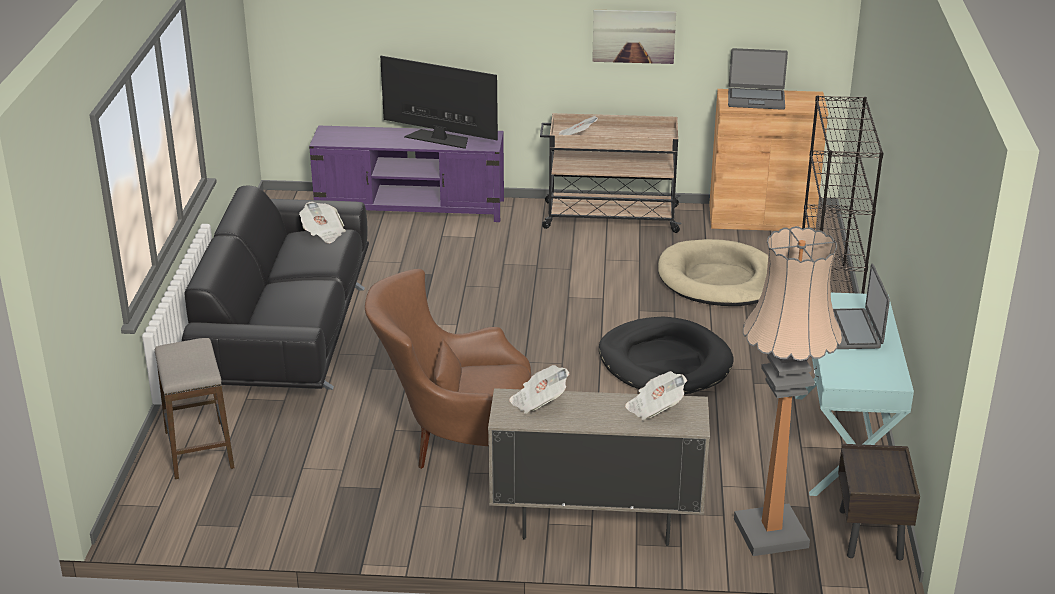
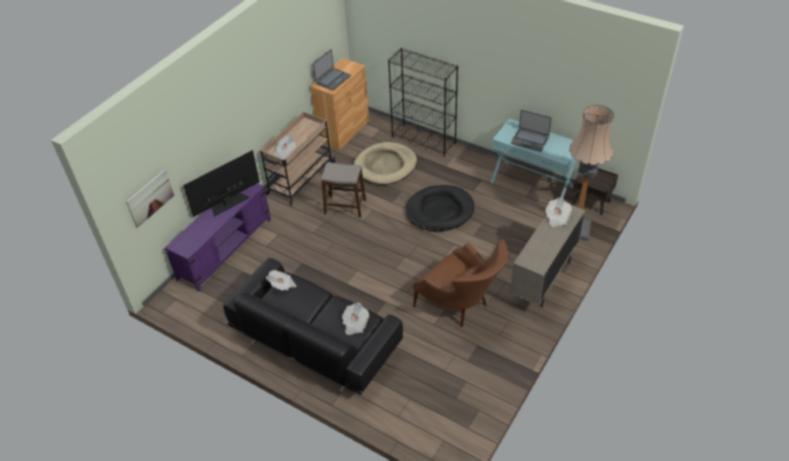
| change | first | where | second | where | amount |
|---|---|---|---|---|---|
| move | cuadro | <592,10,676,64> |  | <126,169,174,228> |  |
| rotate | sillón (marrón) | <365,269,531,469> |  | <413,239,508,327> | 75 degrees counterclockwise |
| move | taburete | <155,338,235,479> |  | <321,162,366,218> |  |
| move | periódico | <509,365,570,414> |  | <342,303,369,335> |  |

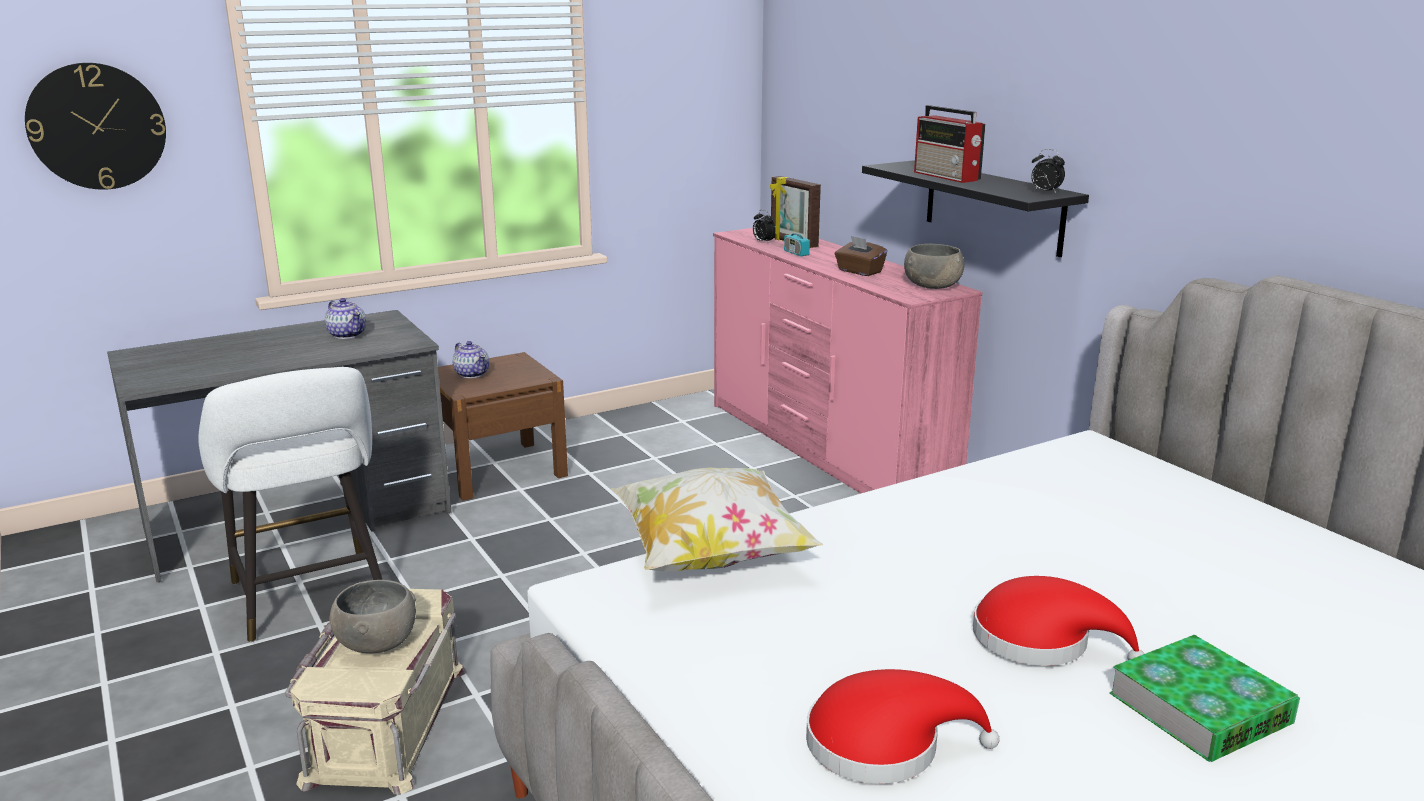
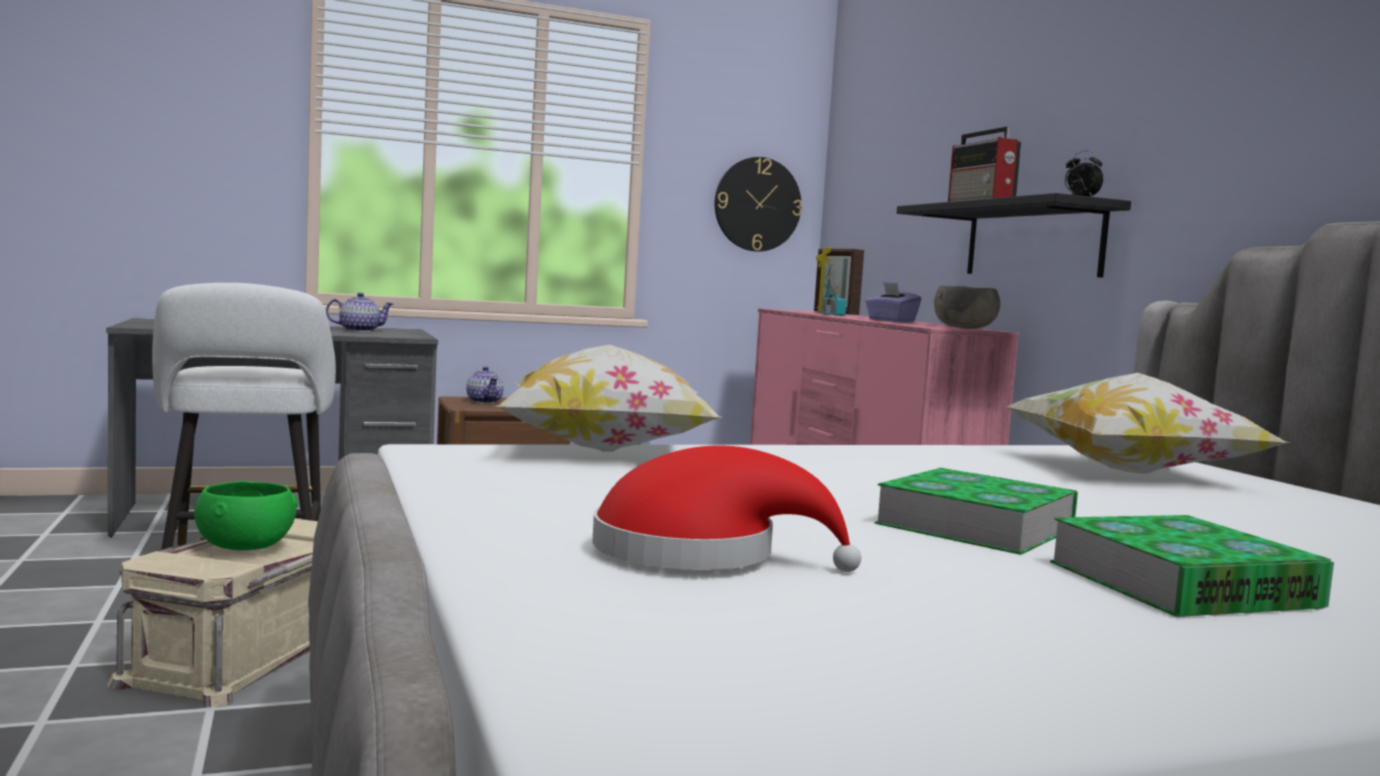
| change | first | where | second | where | amount |
|---|---|---|---|---|---|
| move | reloj de pared | <25,63,166,190> |  | <714,157,802,252> |  |
| delete | despertador | <753,210,776,243> |  |  |  |
| recolor | caja de pañuelos (marrón) | <835,236,887,276> | caja de pañuelos (morado) | <865,282,921,322> |  |
| rotate | tetera | <325,298,366,339> |  | <326,293,393,332> | 75 degrees counterclockwise |
| replace | sombrero (rojo) | <973,576,1145,666> | libro | <875,468,1078,555> |  |
| recolor | cuenco (gris) | <329,580,416,653> | cuenco (verde) | <194,481,298,551> |  |
| insert |  |  | cojín | <1005,373,1290,474> |  |

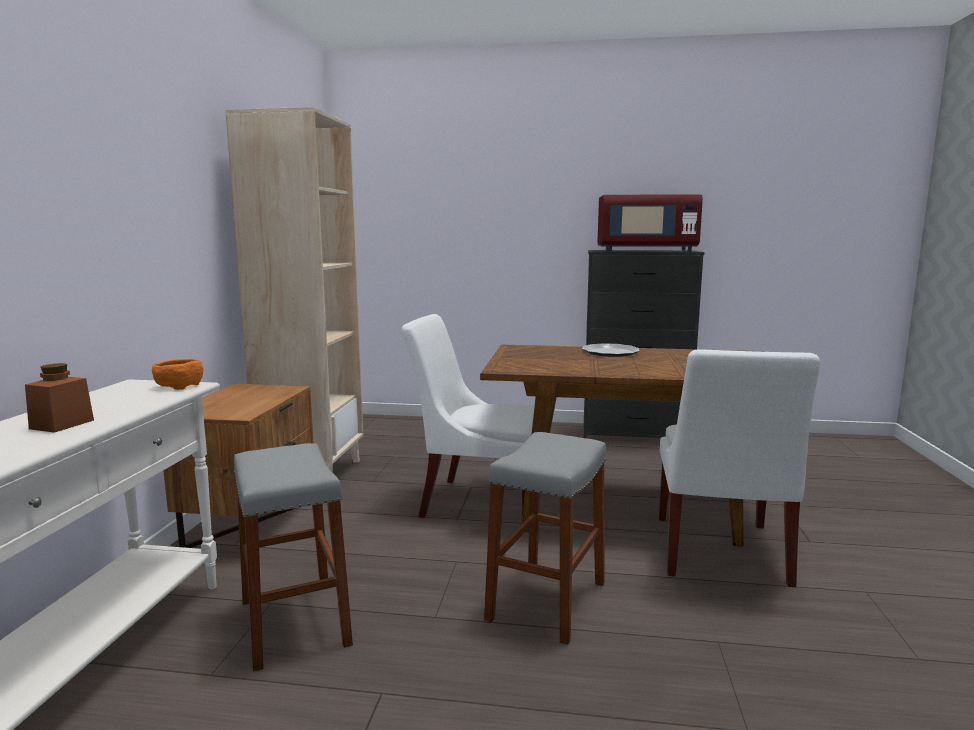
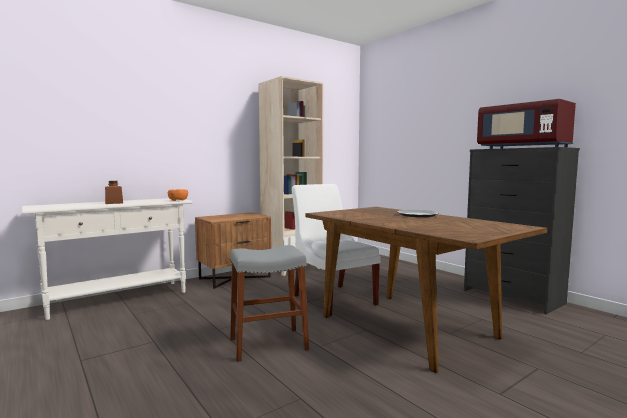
| change | first | where | second | where | amount |
|---|---|---|---|---|---|
| delete | silla (blanco) | <658,349,820,587> |  |  |  |
| delete | taburete (gris) | <233,443,353,672> |  |  |  |

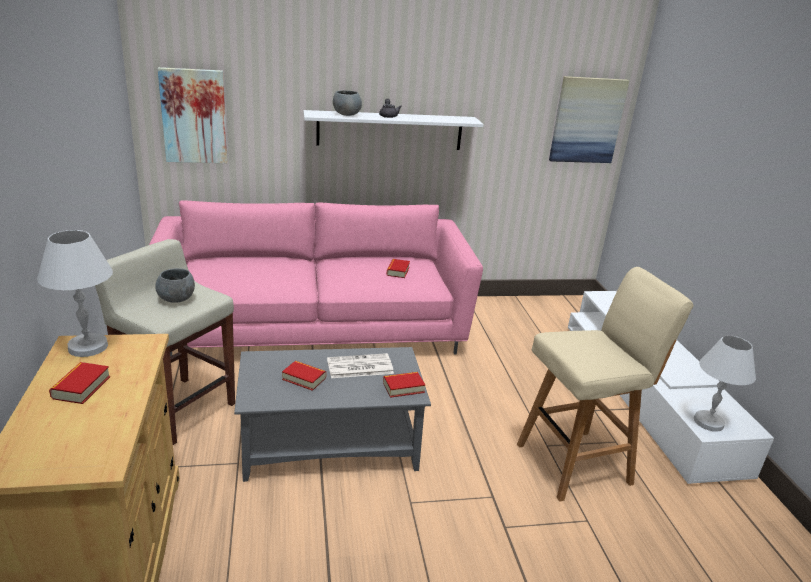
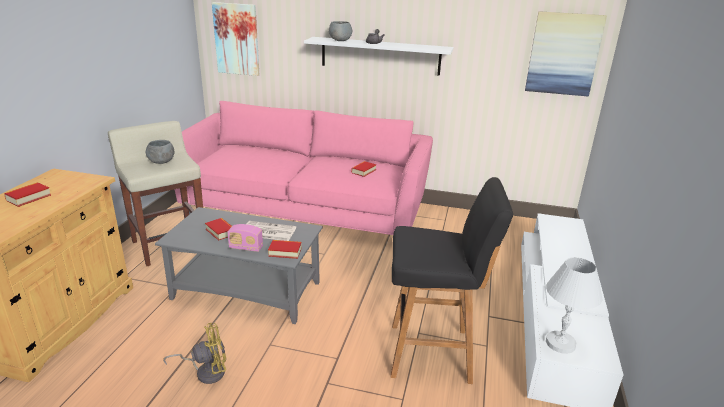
| change | first | where | second | where | amount |
|---|---|---|---|---|---|
| delete | lámpara de mesa (blanco) | <37,230,113,357> |  |  |  |
| recolor | taburete (beis) | <517,267,694,502> | taburete (negro) | <391,177,513,384> |  |
| insert |  |  | radio | <228,224,263,252> |  |
| insert |  |  | ventilador (amarillo) | <163,323,226,384> |  |

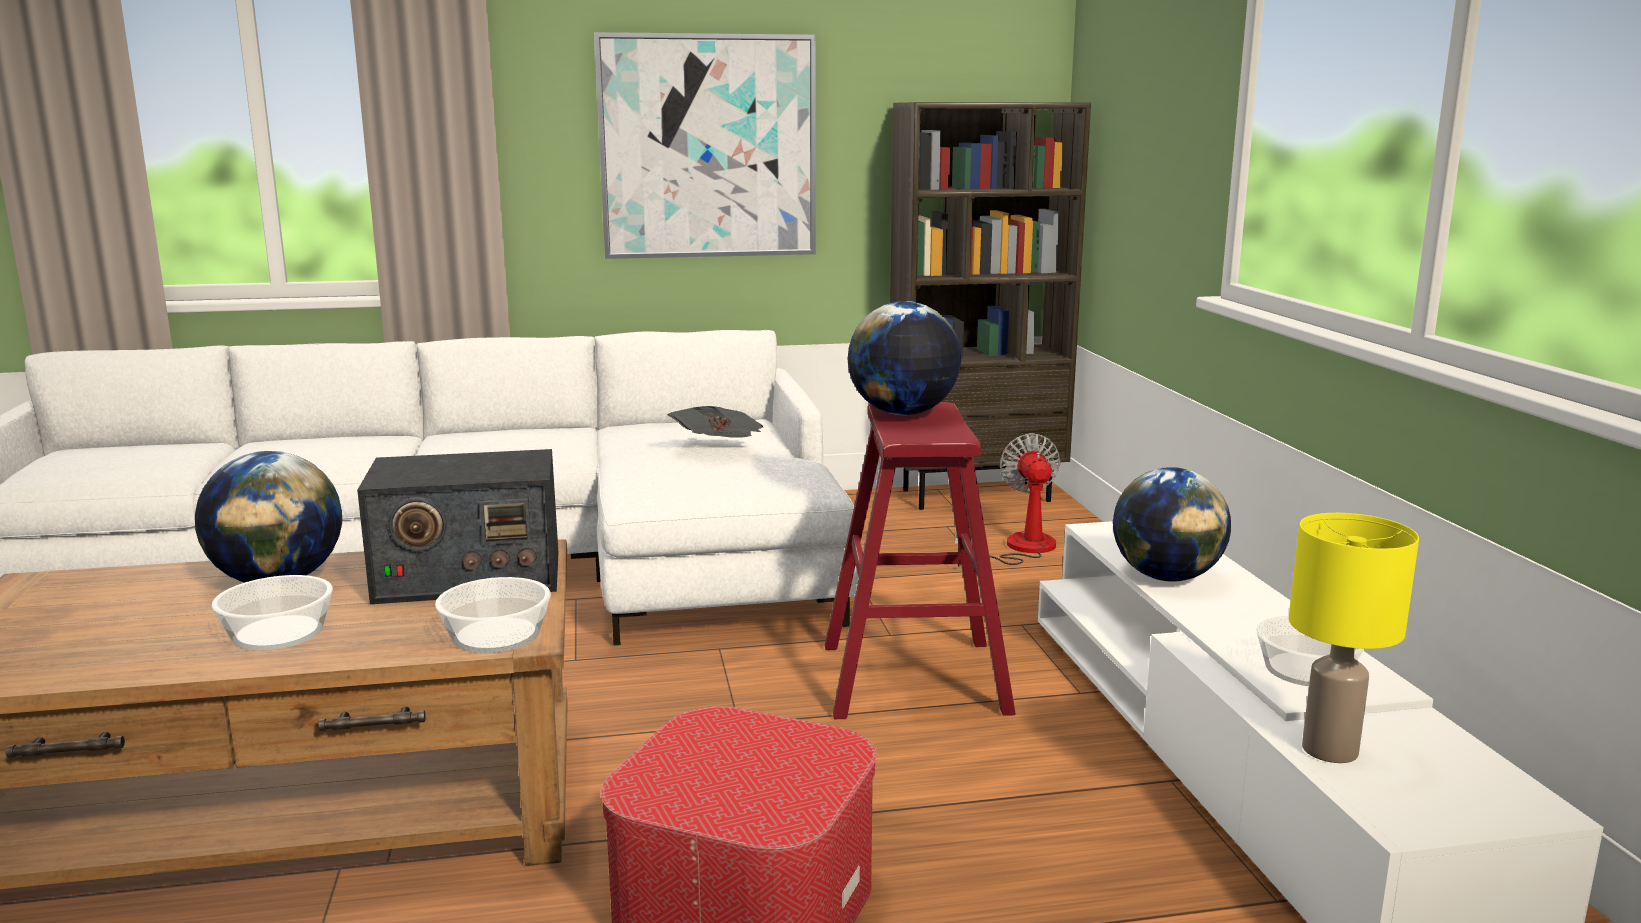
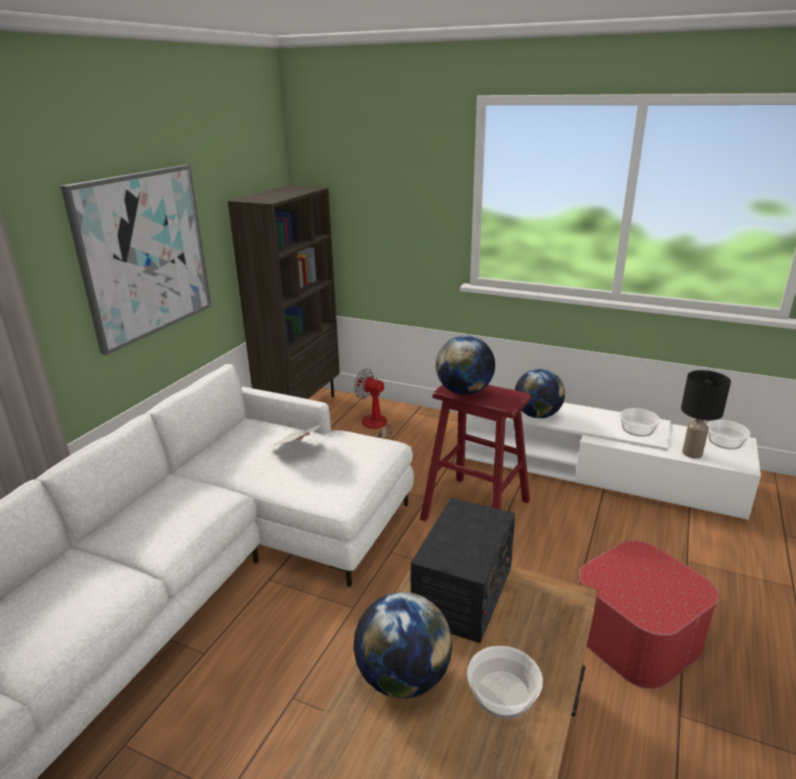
| change | first | where | second | where | amount |
|---|---|---|---|---|---|
| recolor | lámpara de mesa (amarillo) | <1289,513,1419,763> | lámpara de mesa (negro) | <681,370,731,458> |  |
| move | cuenco | <435,577,551,653> |  | <707,420,750,450> |  |

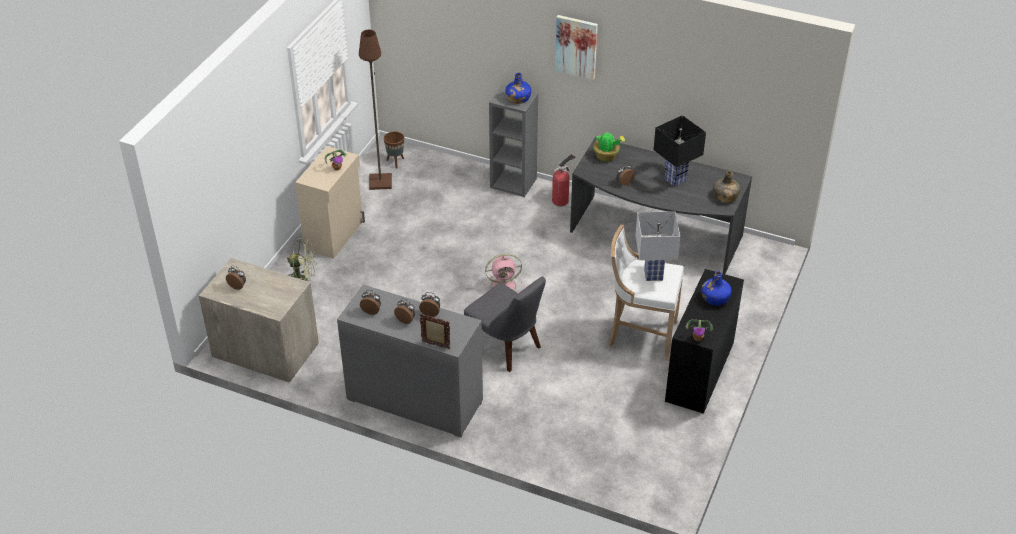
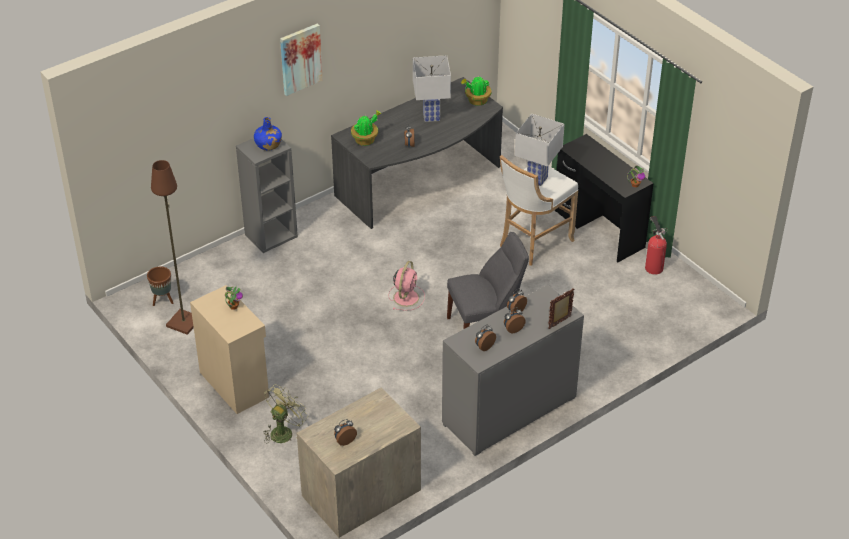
| change | first | where | second | where | amount |
|---|---|---|---|---|---|
| recolor | lámpara de mesa (negro) | <654,115,706,187> | lámpara de mesa (blanco) | <413,56,451,122> |  |
| move | extintor | <552,154,575,206> |  | <645,216,668,275> |  |
| replace | botella (verde) | <713,171,740,203> | planta en maceta | <461,76,492,106> |  |
| delete | botella (azul) | <701,271,731,306> |  |  |  |

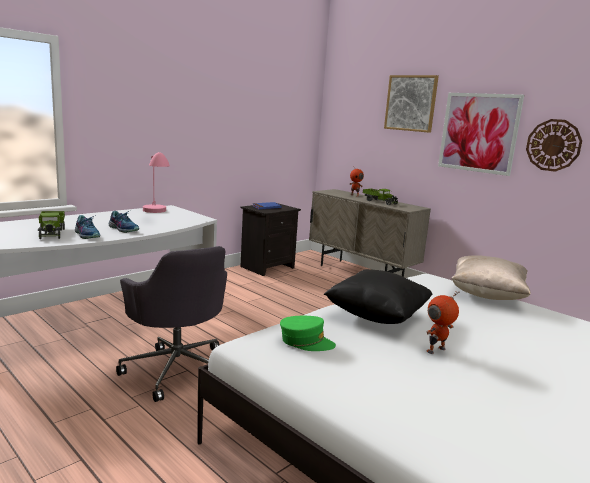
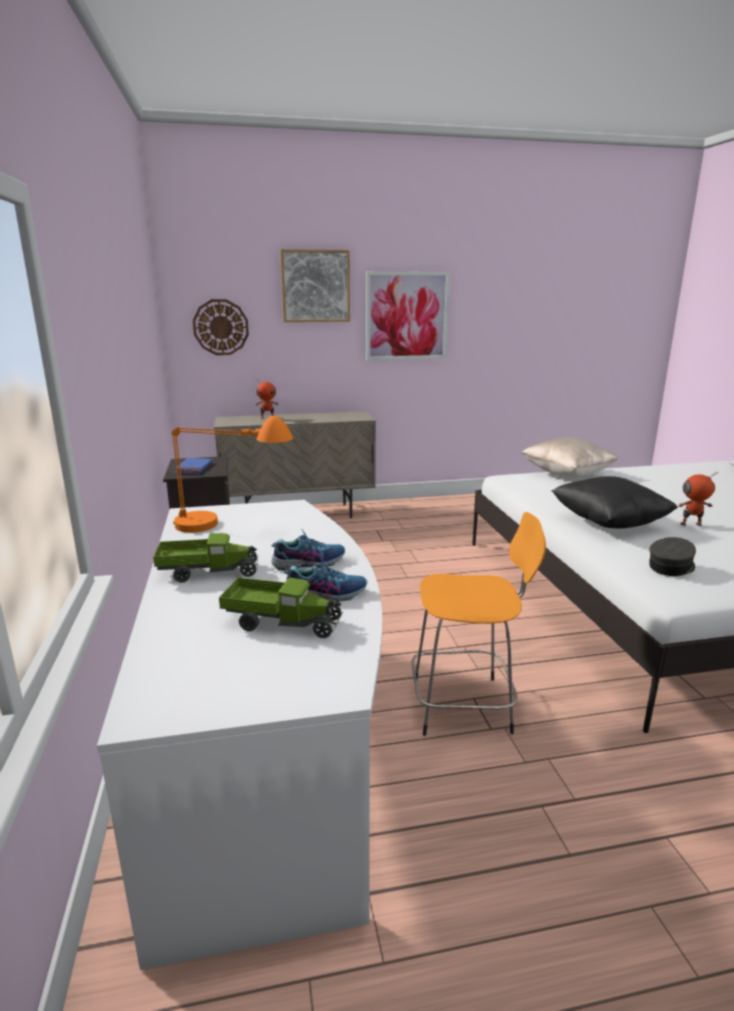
| change | first | where | second | where | amount |
|---|---|---|---|---|---|
| move | reloj de pared | <526,119,582,172> |  | <193,299,249,355> |  |
| recolor | lámpara de mesa (rosa) | <143,152,170,213> | lámpara de mesa (naranja) | <171,416,293,533> |  |
| move | camión de juguete | <363,189,398,205> |  | <153,533,258,583> |  |
| replace | silla de oficina (gris) | <116,246,227,402> | taburete (naranja) | <412,512,546,736> |  |
| rotate | robot de juguete | <427,291,459,354> |  | <678,472,718,526> | 90 degrees clockwise |
| recolor | gorra (verde) | <280,316,336,351> | gorra (gris) | <649,537,696,576> |  |

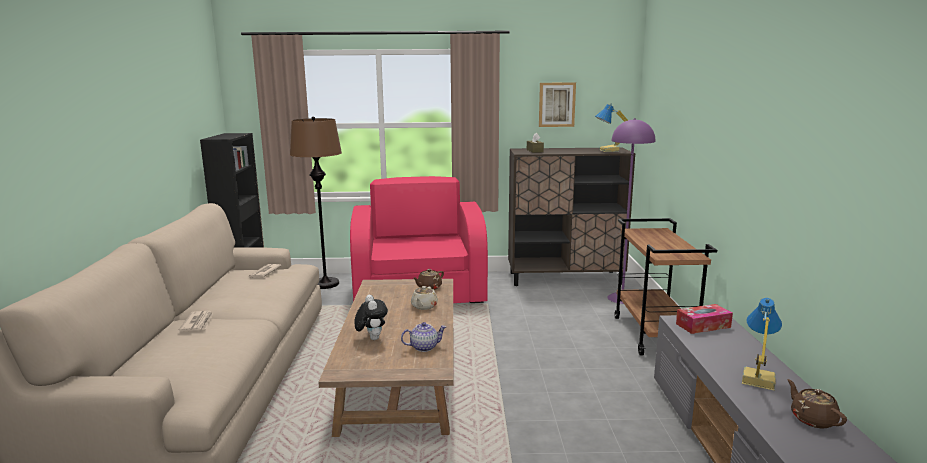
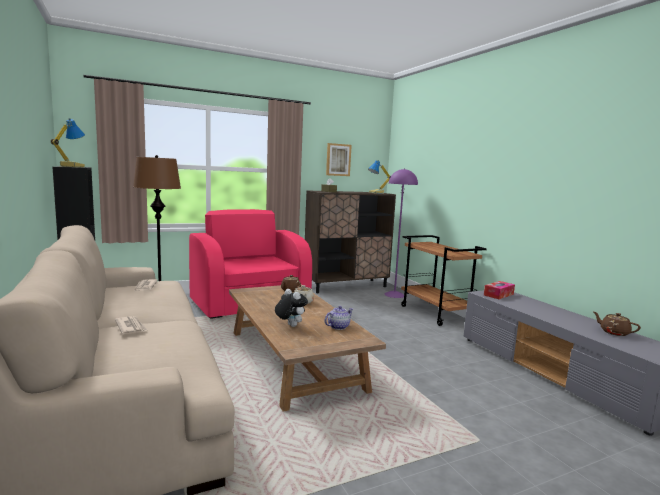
| change | first | where | second | where | amount |
|---|---|---|---|---|---|
| move | lámpara de mesa | <742,298,782,391> |  | <51,118,85,167> |  |

